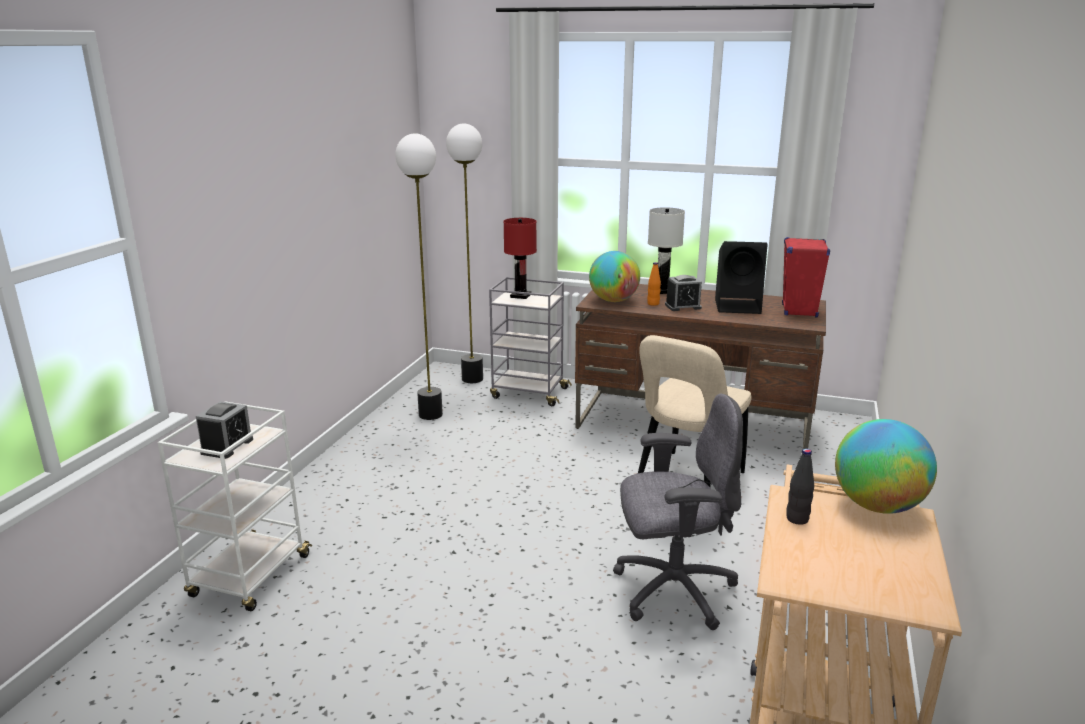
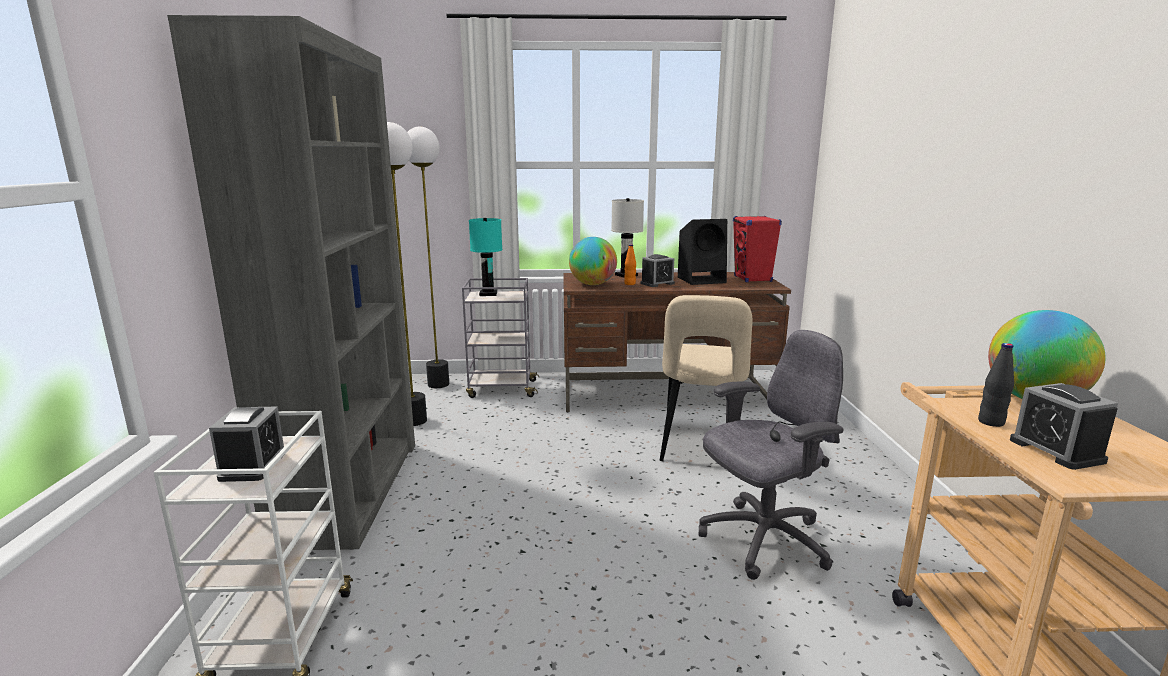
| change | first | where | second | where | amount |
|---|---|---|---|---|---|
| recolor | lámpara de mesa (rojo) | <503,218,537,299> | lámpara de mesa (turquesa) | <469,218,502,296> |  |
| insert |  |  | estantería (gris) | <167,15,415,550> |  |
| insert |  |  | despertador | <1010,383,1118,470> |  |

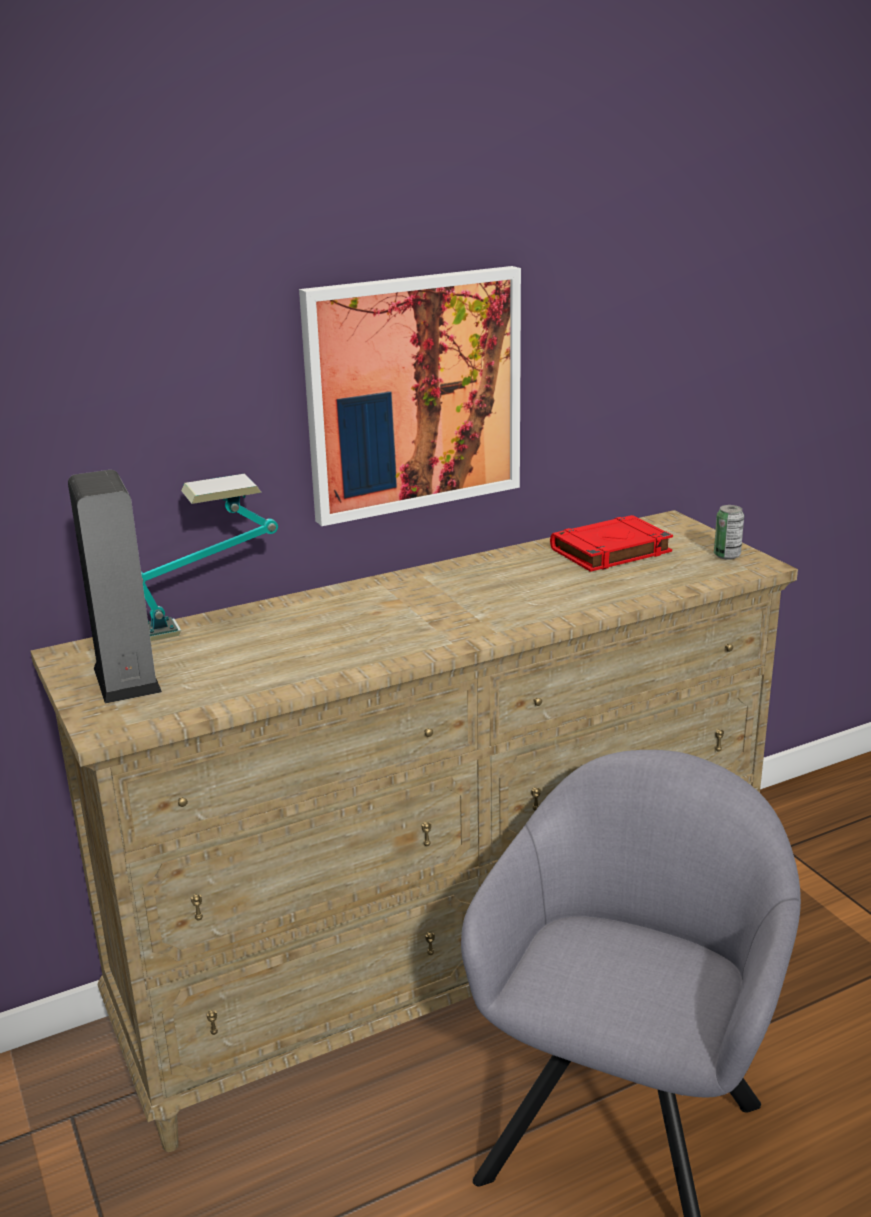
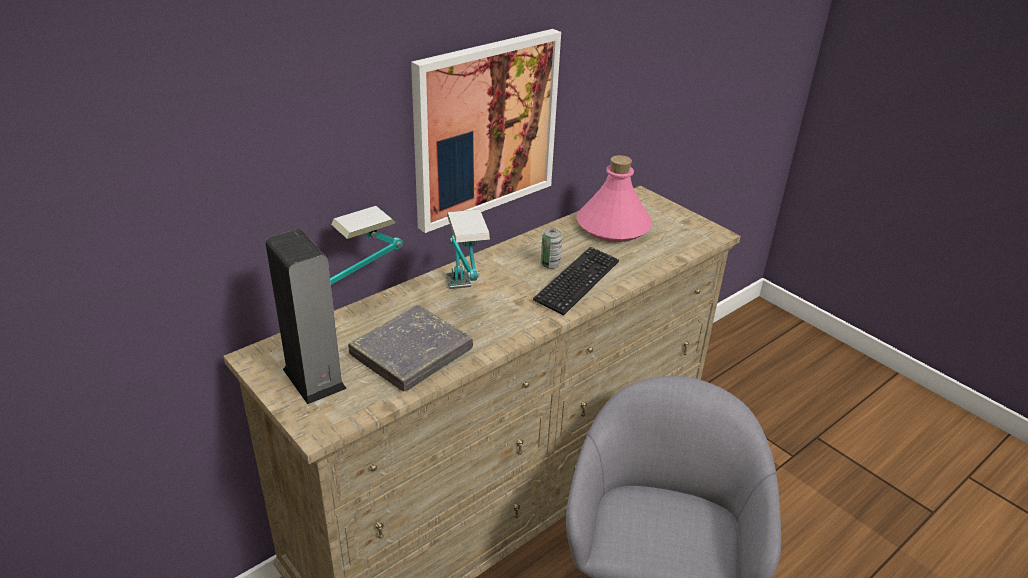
| change | first | where | second | where | amount |
|---|---|---|---|---|---|
| move | lata | <714,505,744,560> |  | <541,229,562,269> |  |
| replace | libro (rojo) | <550,515,673,572> | botella (rosa) | <577,155,652,242> |  |
| insert |  |  | lámpara de mesa | <446,209,490,289> |  |
| insert |  |  | teclado | <533,247,619,315> |  |
| insert |  |  | libro (gris) | <348,305,473,392> |  |

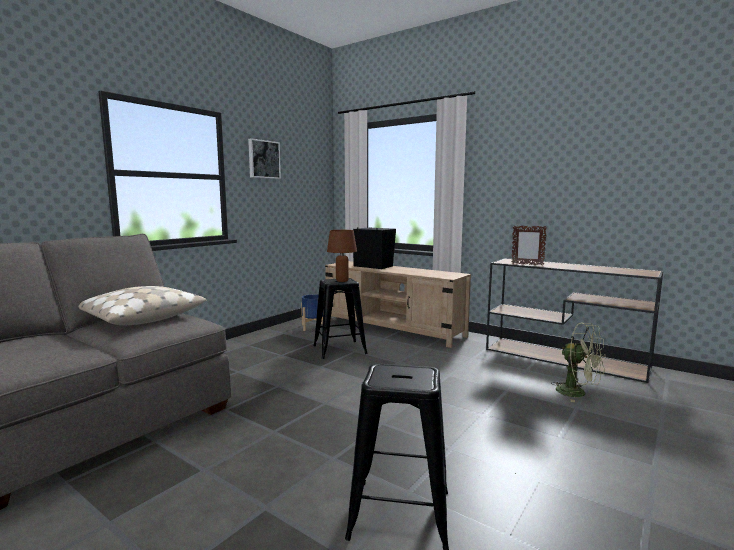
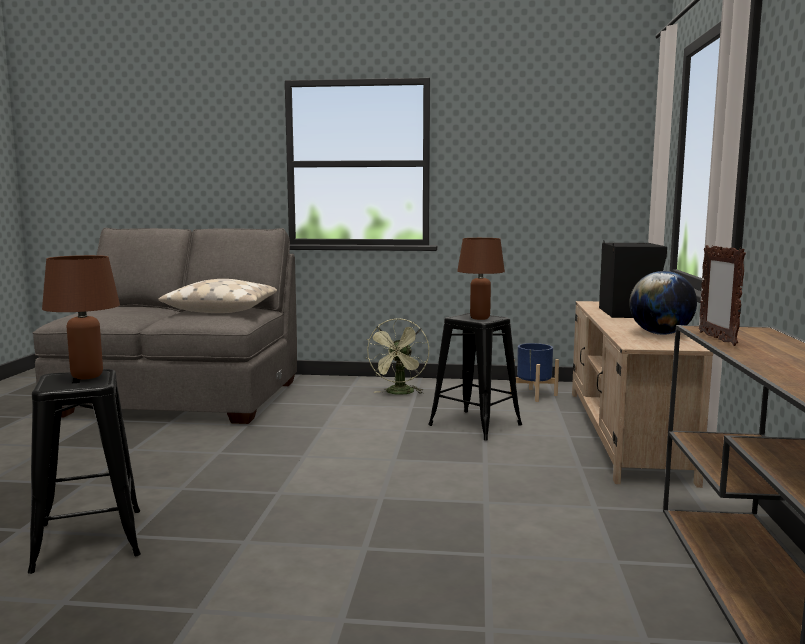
| change | first | where | second | where | amount |
|---|---|---|---|---|---|
| delete | cuadro | <248,138,281,179> |  |  |  |
| move | ventilador (verde) | <551,322,606,402> |  | <366,318,429,395> |  |
| insert |  |  | lámpara de mesa (marrón) | <42,255,120,379> |  |
| insert |  |  | globo terráqueo | <629,271,697,335> |  |

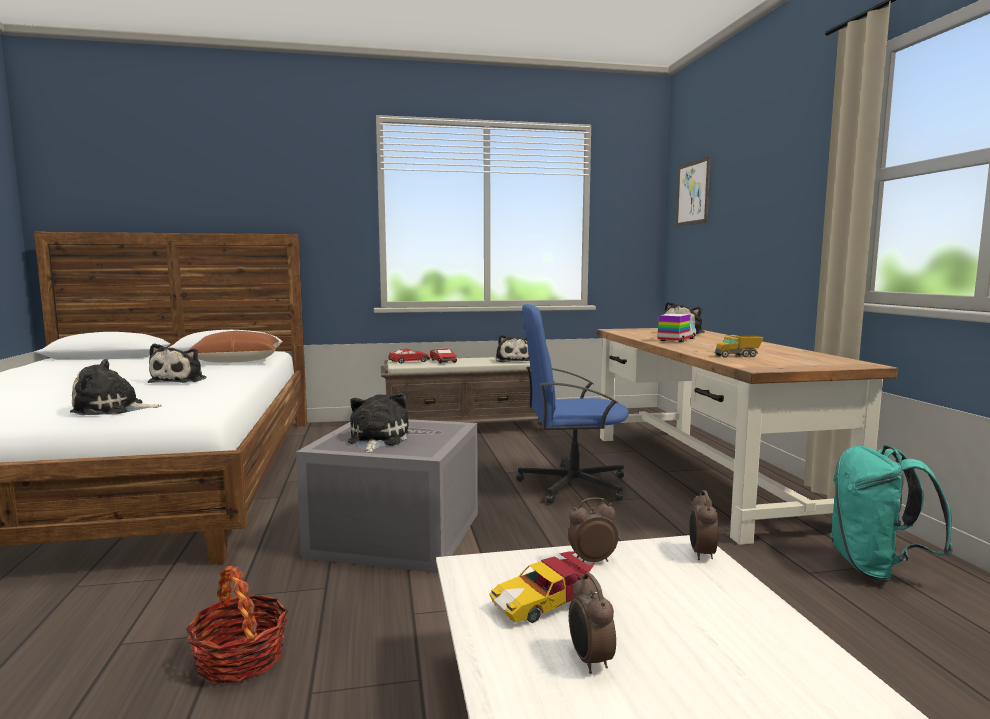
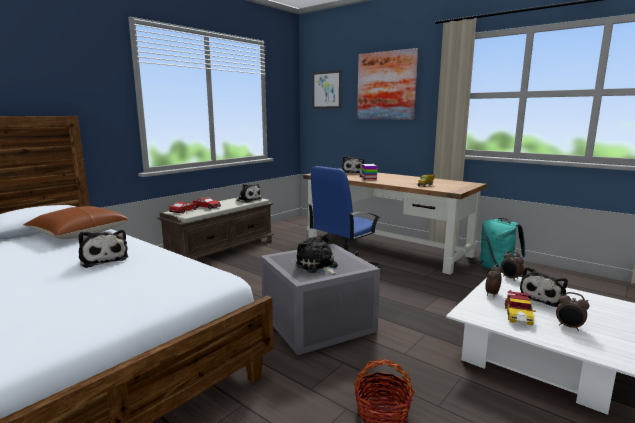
| change | first | where | second | where | amount |
|---|---|---|---|---|---|
| move | peluche | <70,359,162,415> |  | <520,267,568,307> |  |
| insert |  |  | cuadro | <357,48,418,120> |  |

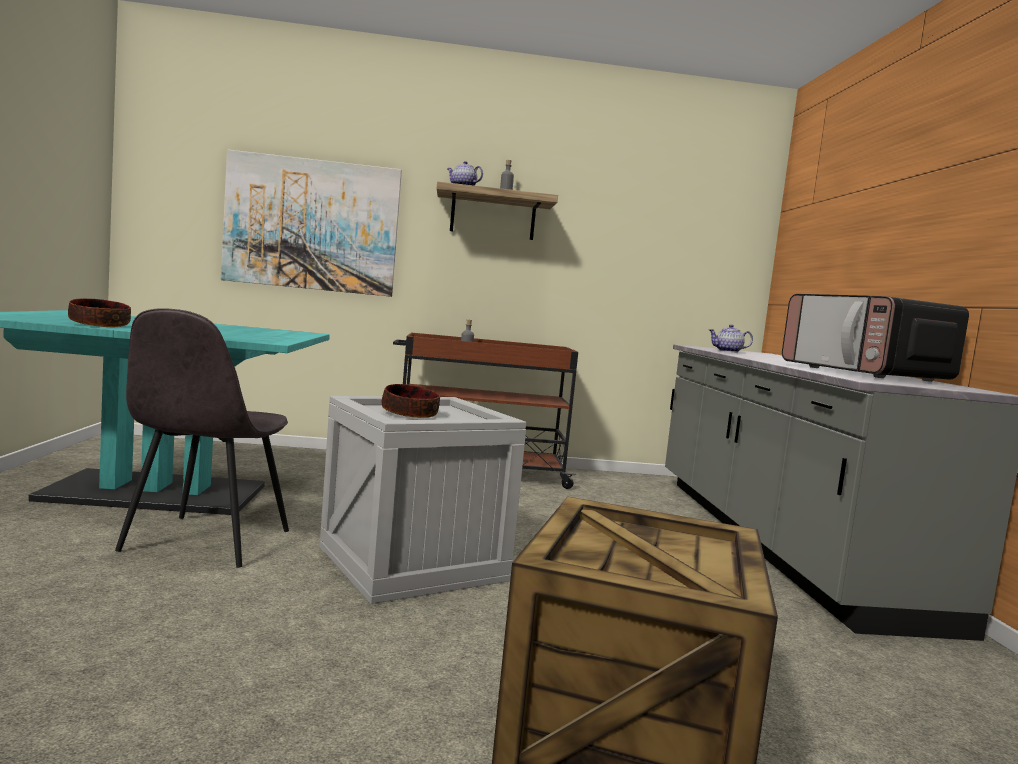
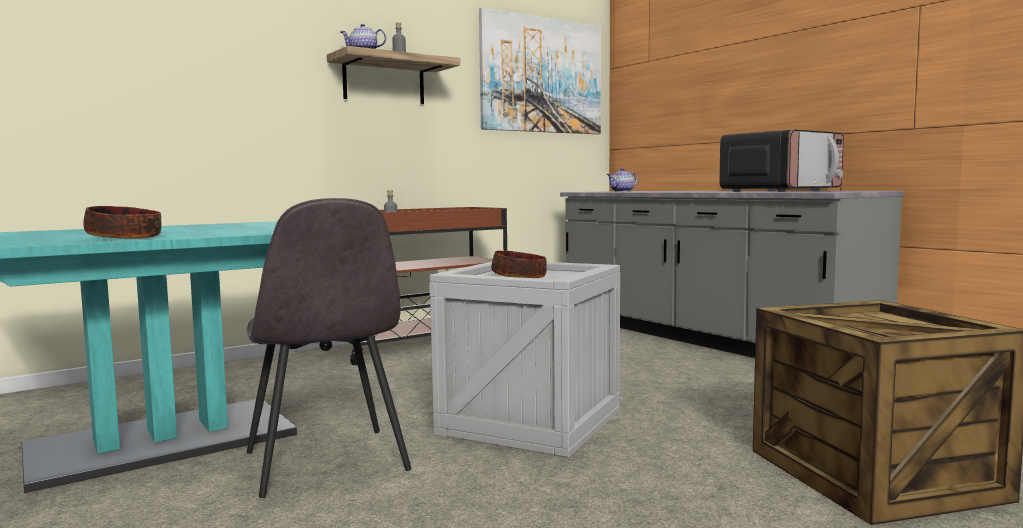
| change | first | where | second | where | amount |
|---|---|---|---|---|---|
| move | cuadro | <221,150,402,297> |  | <479,7,601,134> |  |
| rotate | microondas | <782,294,969,382> |  | <719,130,844,192> | 75 degrees counterclockwise |

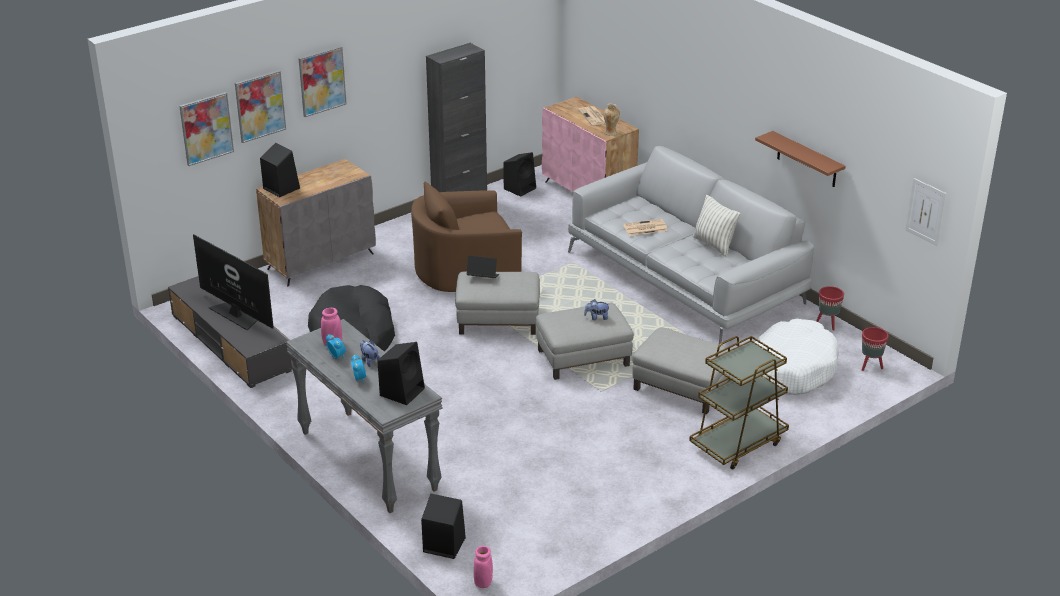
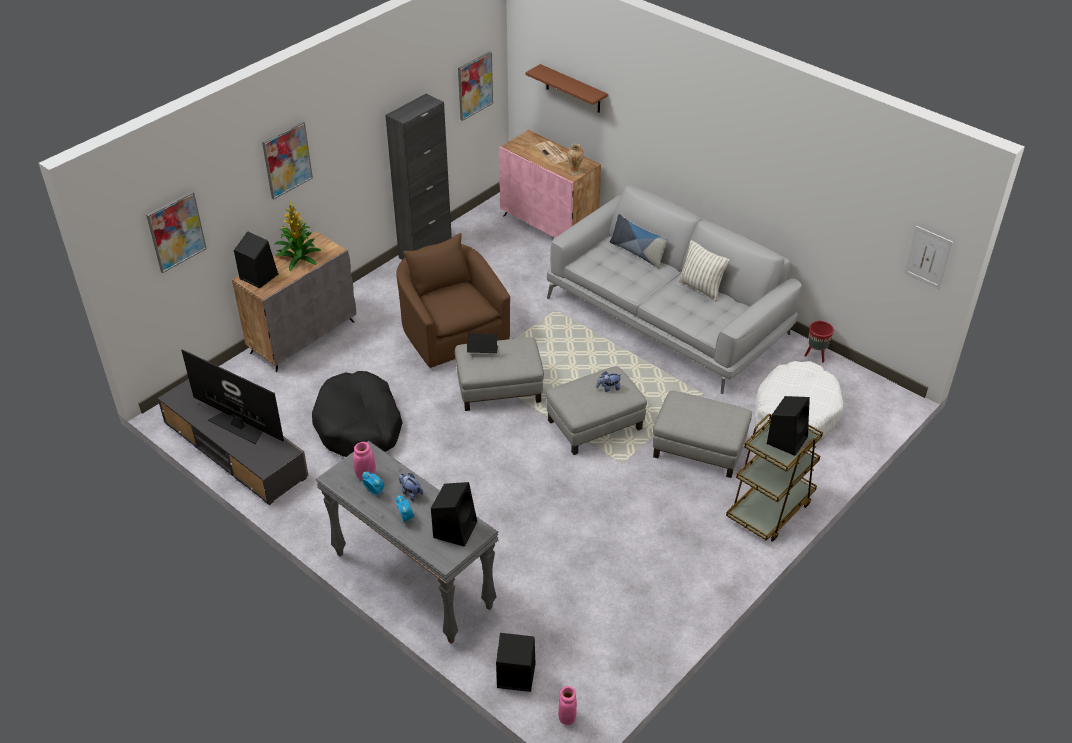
| change | first | where | second | where | amount |
|---|---|---|---|---|---|
| move | cuadro | <235,70,286,143> |  | <458,51,493,121> |  |
| move | estante (marrón) | <755,131,846,187> |  | <525,64,608,113> |  |
| move | altavoz (negro) | <503,152,536,197> |  | <767,396,810,456> |  |
| rotate | sillón (marrón) | <411,182,522,292> |  | <396,233,510,368> | 90 degrees clockwise |
| delete | periódico | <623,219,668,236> |  |  |  |
| delete | maceta (rojo) | <862,327,889,371> |  |  |  |
| insert |  |  | planta en maceta | <274,202,321,271> |  |
| insert |  |  | cojín | <610,214,668,269> |  |

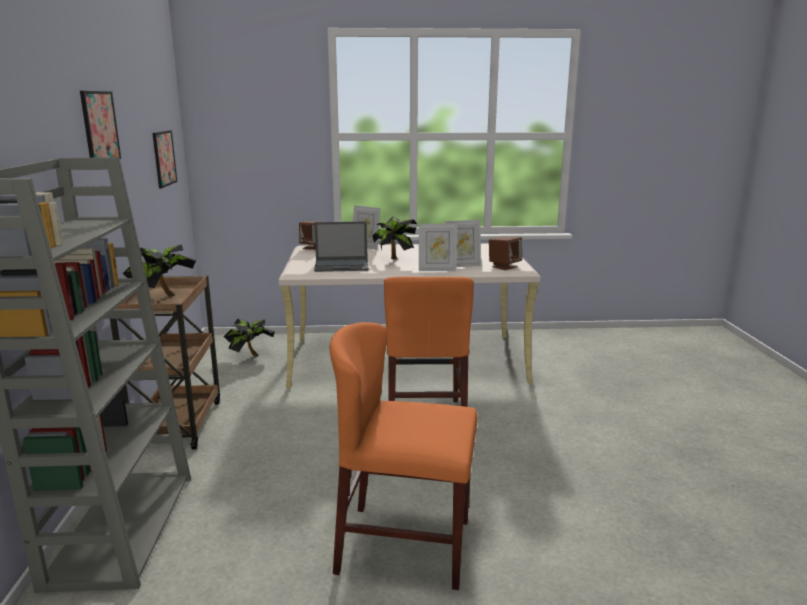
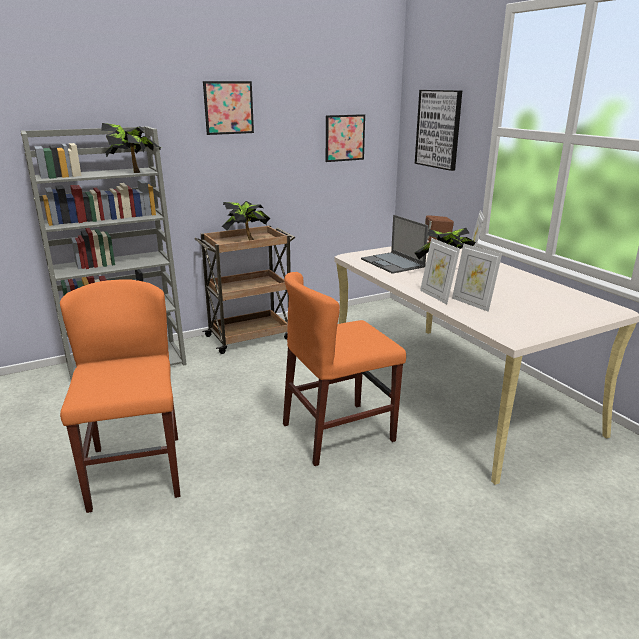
| change | first | where | second | where | amount |
|---|---|---|---|---|---|
| delete | altavoz (marrón) | <489,236,522,270> |  |  |  |
| move | planta en maceta | <223,319,275,357> |  | <101,123,161,173> |  |
| insert |  |  | cuadro | <415,90,462,171> |  |

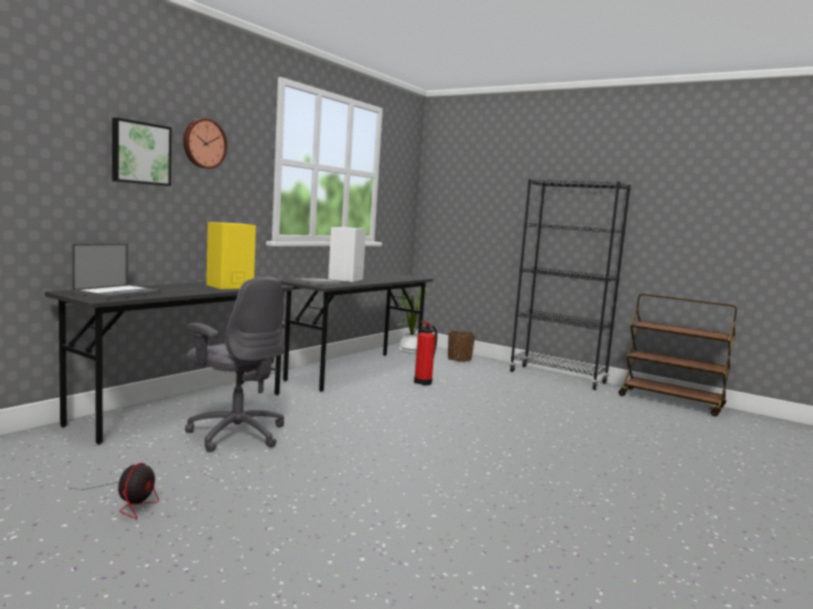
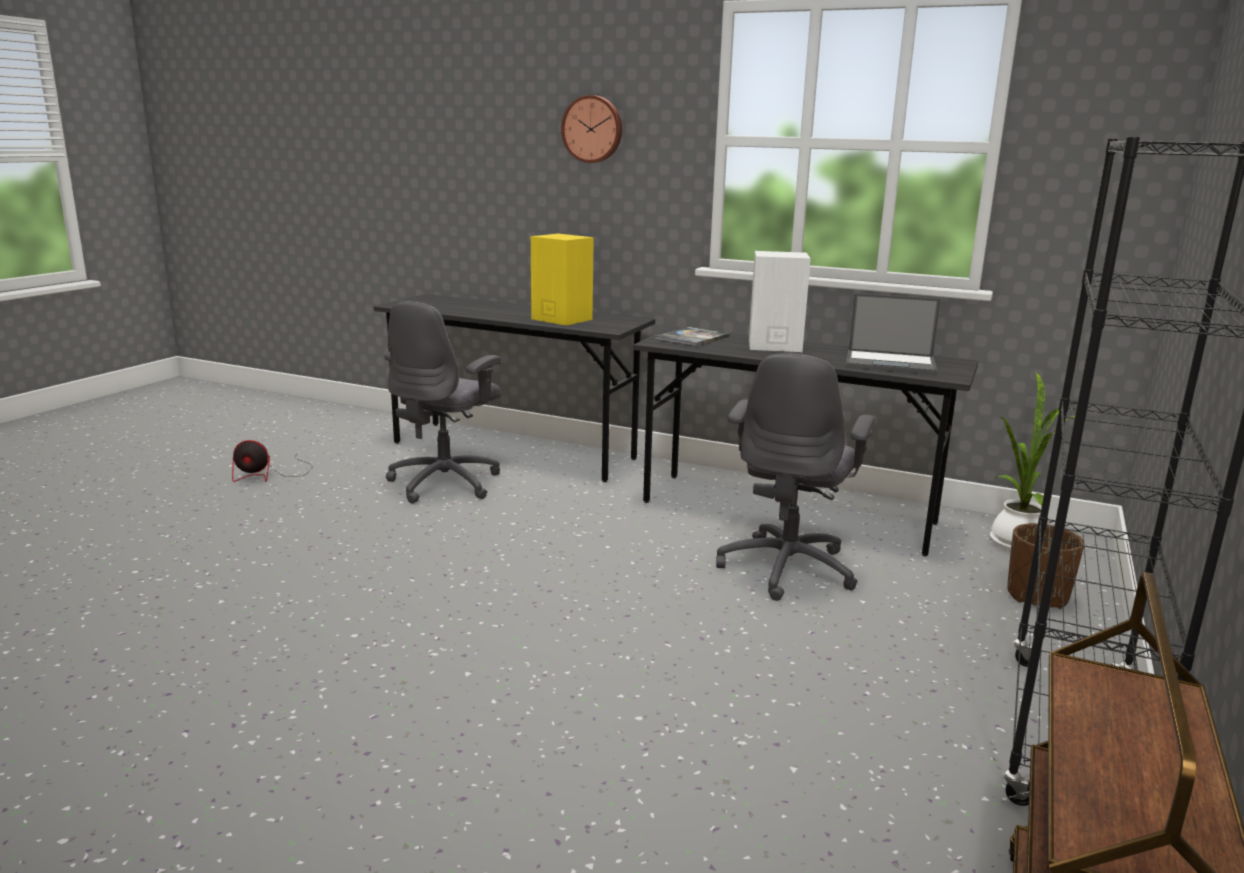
| change | first | where | second | where | amount |
|---|---|---|---|---|---|
| delete | cuadro | <112,118,172,186> |  |  |  |
| move | portátil | <71,243,162,299> |  | <846,293,941,375> |  |
| replace | extintor | <414,321,437,385> | silla de oficina (gris) | <716,353,876,601> |  |

